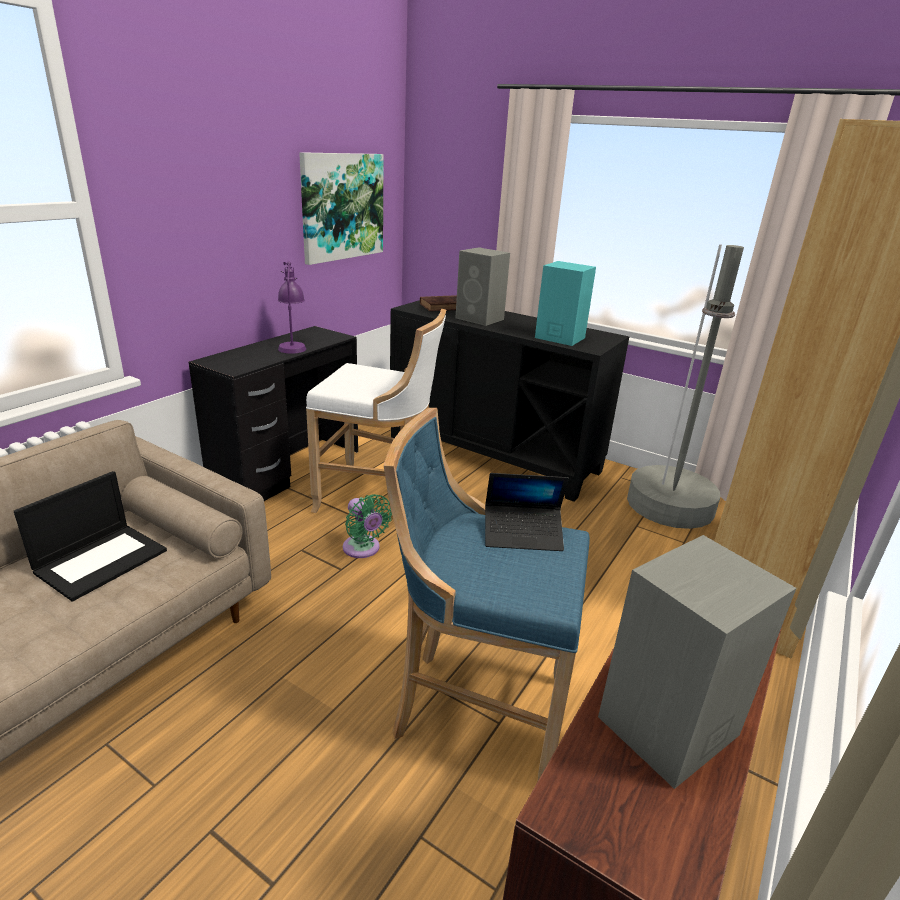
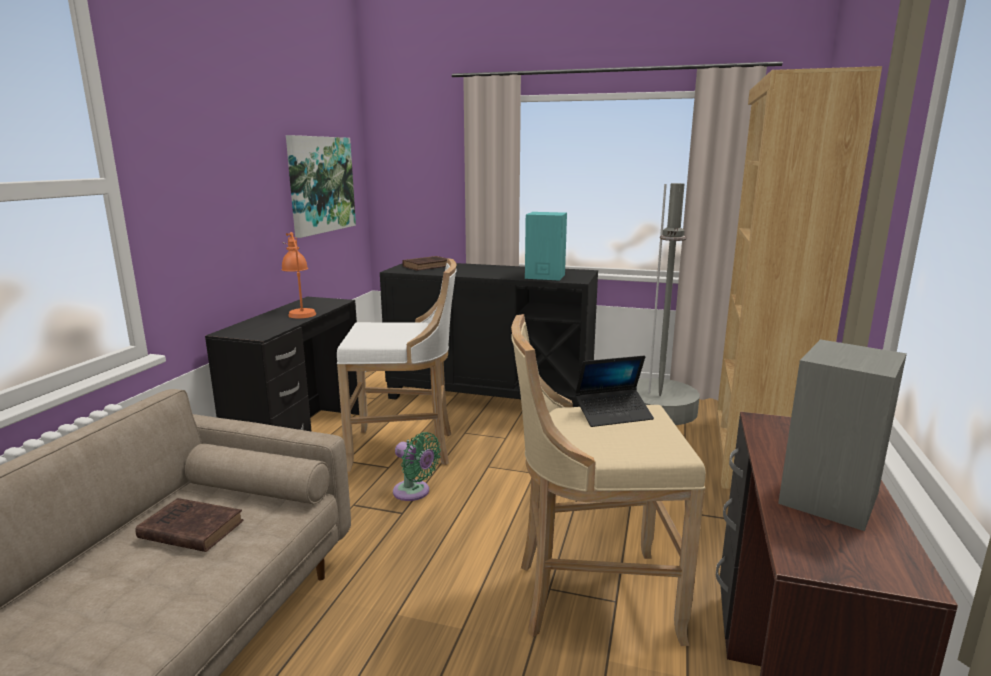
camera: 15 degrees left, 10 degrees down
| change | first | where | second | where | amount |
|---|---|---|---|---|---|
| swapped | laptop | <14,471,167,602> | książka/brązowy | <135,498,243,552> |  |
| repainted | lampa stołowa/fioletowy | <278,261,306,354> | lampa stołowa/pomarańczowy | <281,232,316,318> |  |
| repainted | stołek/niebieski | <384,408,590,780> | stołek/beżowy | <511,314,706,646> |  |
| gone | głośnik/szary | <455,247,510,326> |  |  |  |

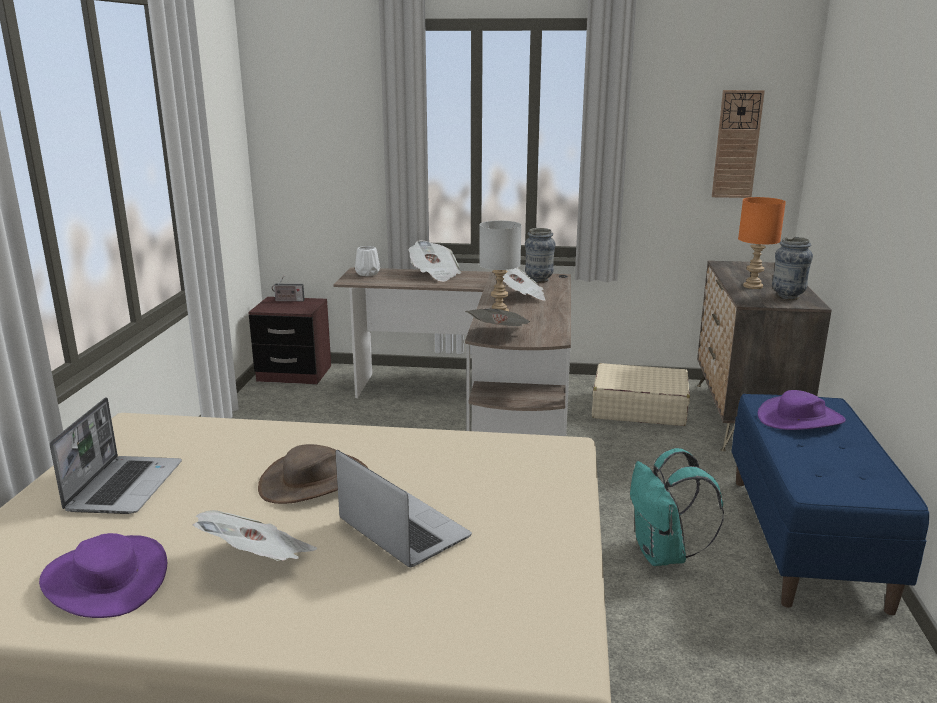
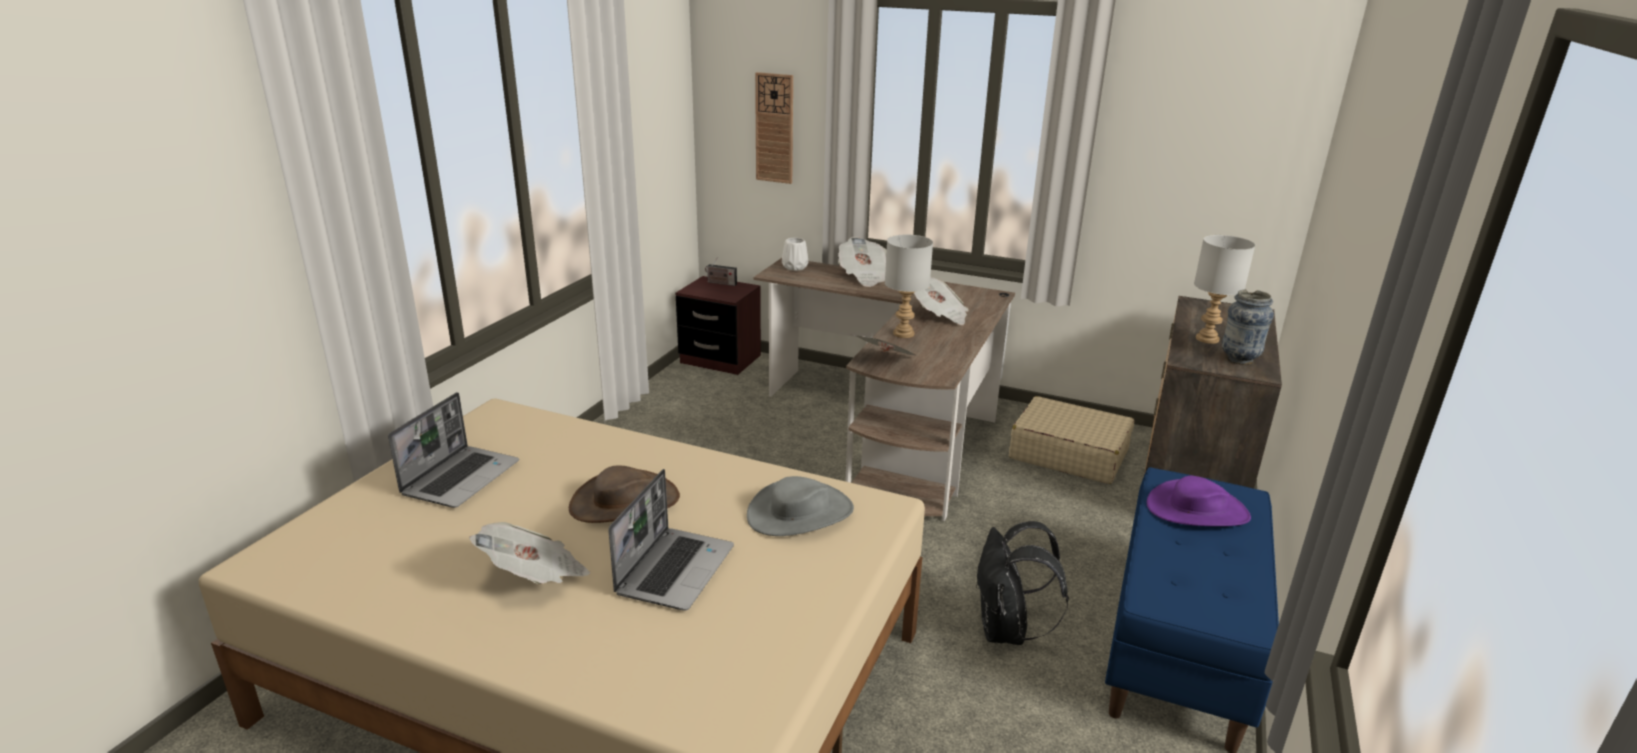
camera: 15 degrees right, 5 degrees up
| change | first | where | second | where | amount |
|---|---|---|---|---|---|
| gone | kapelusz/fioletowy | <39,533,167,618> |  |  |  |
| rotated | laptop | <336,450,472,567> |  | <608,469,734,611> | 45 degrees clockwise |
| gone | wazon | <525,228,556,283> |  |  |  |
| repainted | plecak/turkusowy | <630,448,724,566> | plecak/czarny | <976,521,1069,645> |  |
| shifted | zegar ścienny | <712,90,765,198> |  | <755,72,793,184> |  |
| repainted | lampa stołowa/pomarańczowy | <738,197,786,289> | lampa stołowa/szary | <1194,235,1255,344> |  |
| new |  |  | kapelusz/szary | <747,476,854,536> |  |

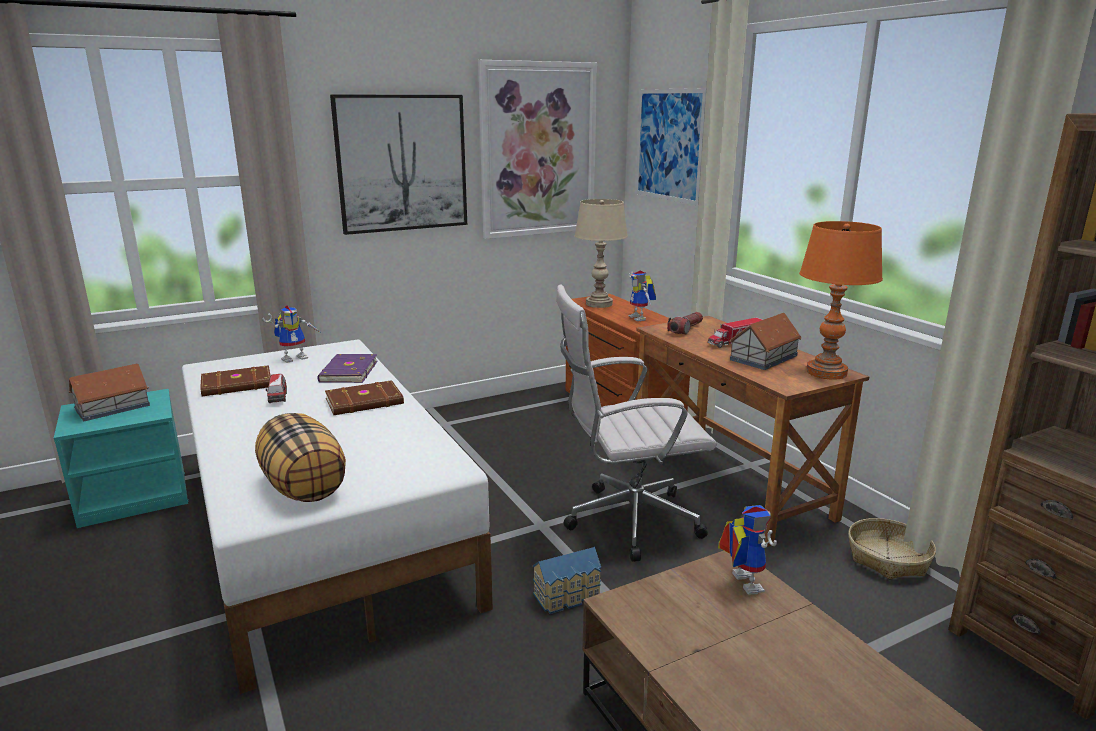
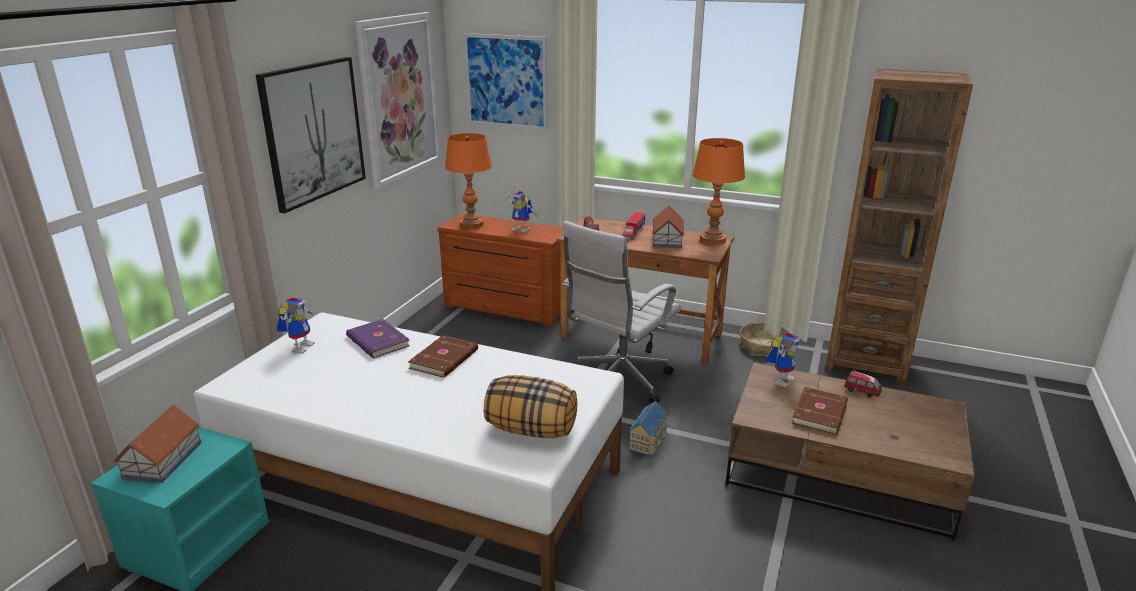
camera: 40 degrees left, 5 degrees up
| change | first | where | second | where | amount |
|---|---|---|---|---|---|
| shifted | książka/brązowy | <200,365,271,396> |  | <792,387,848,435> |  |
| shifted | samochodzik | <266,374,287,403> |  | <844,371,882,398> |  |
| repainted | lampa stołowa/beżowy | <575,199,628,308> | lampa stołowa/pomarańczowy | <445,133,492,229> |  |
| rotated | robot zabawkowy | <718,505,777,595> |  | <766,333,800,388> | 90 degrees clockwise |

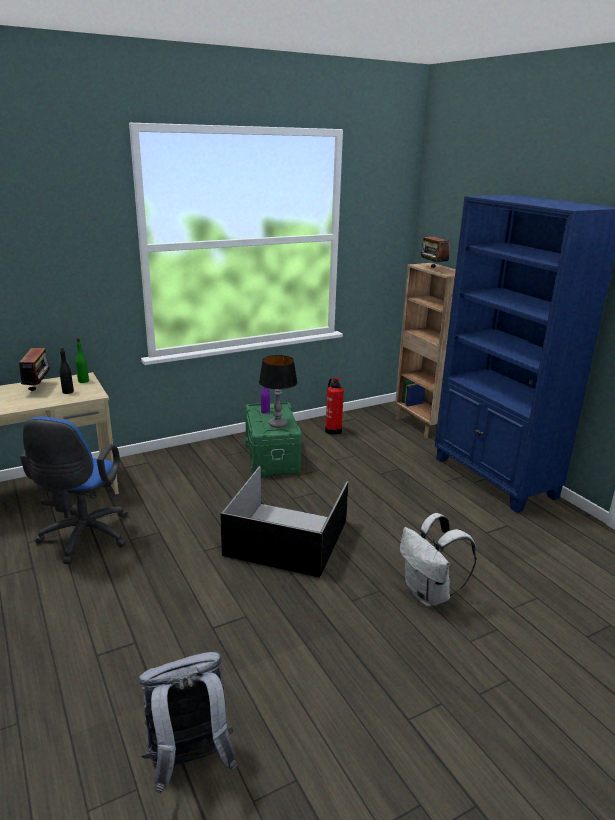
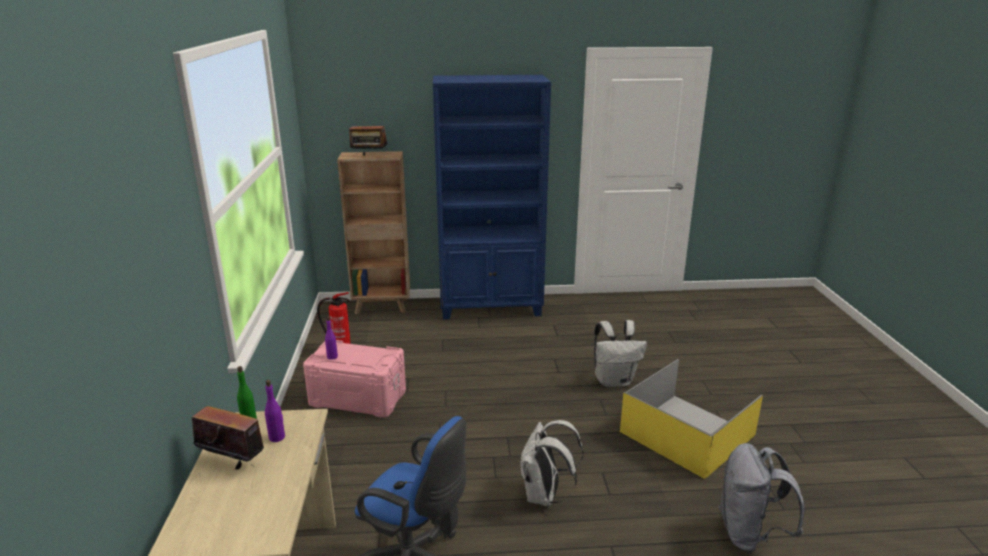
camera: 65 degrees left, 0 degrees up
| change | first | where | second | where | amount |
|---|---|---|---|---|---|
| repainted | butelka/czarny | <60,347,74,394> | butelka/fioletowy | <265,380,285,442> |  |
| gone | pojemnik do przechowywania/czarny | <220,466,348,578> |  |  |  |
| repainted | pojemnik do przechowywania/zielony | <245,402,302,477> | pojemnik do przechowywania/różowy | <303,340,406,418> |  |
| gone | lampa stołowa | <259,355,297,428> |  |  |  |
| new |  |  | plecak/biały | <521,420,583,506> |  |
| new |  |  | pojemnik do przechowywania/żółty | <620,359,763,479> |  |

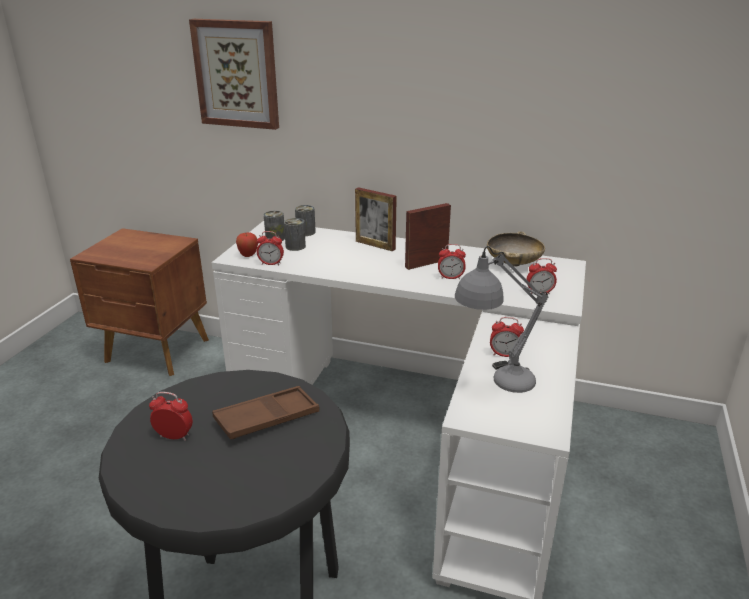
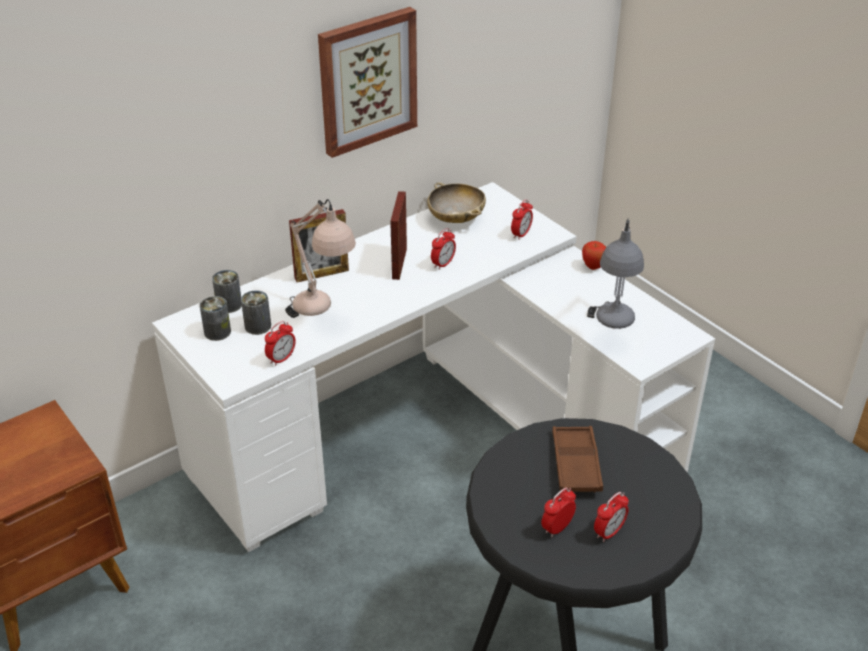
camera: 55 degrees left, 10 degrees up
| change | first | where | second | where | amount |
|---|---|---|---|---|---|
| shifted | obraz | <189,19,279,130> |  | <318,7,417,158> |  |
| shifted | jabłko | <236,232,258,257> |  | <582,241,606,270> |  |
| shifted | budzik | <490,317,524,357> |  | <594,492,629,542> |  |
| new |  |  | lampa stołowa/beżowy | <285,199,356,318> |  |

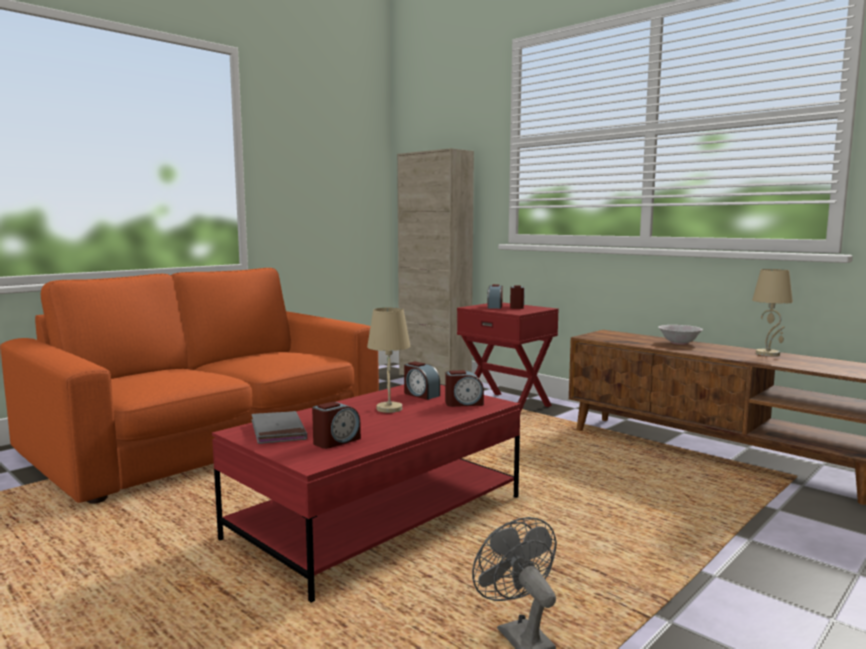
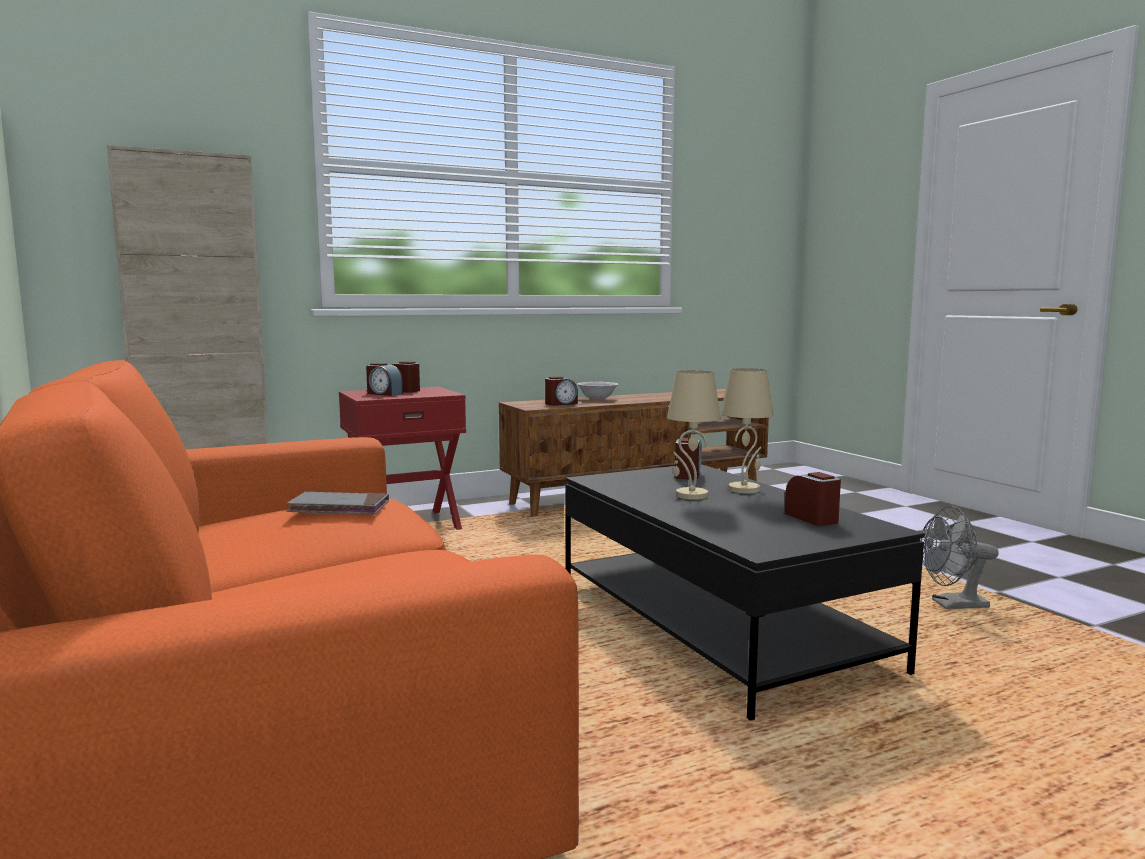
camera: 70 degrees left, 0 degrees up
| change | first | where | second | where | amount |
|---|---|---|---|---|---|
| repainted | ława/czerwony | <212,385,521,602> | ława/czarny | <565,464,925,721> |  |
| shifted | książka/szary | <251,411,307,444> |  | <286,492,389,514> |  |
| shifted | budzik | <404,361,440,400> |  | <545,376,578,406> |  |
| shifted | lampa stołowa/beżowy | <752,269,793,356> |  | <721,368,774,493> |  |

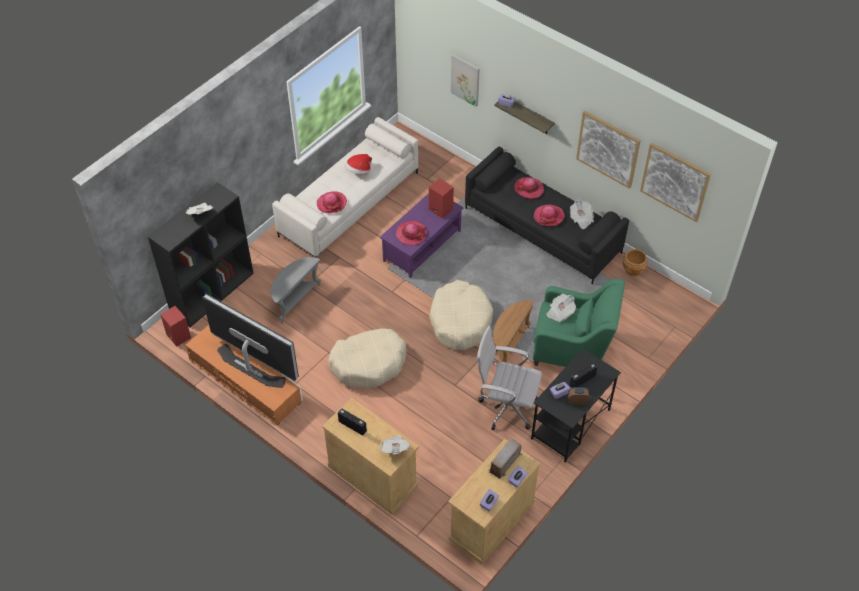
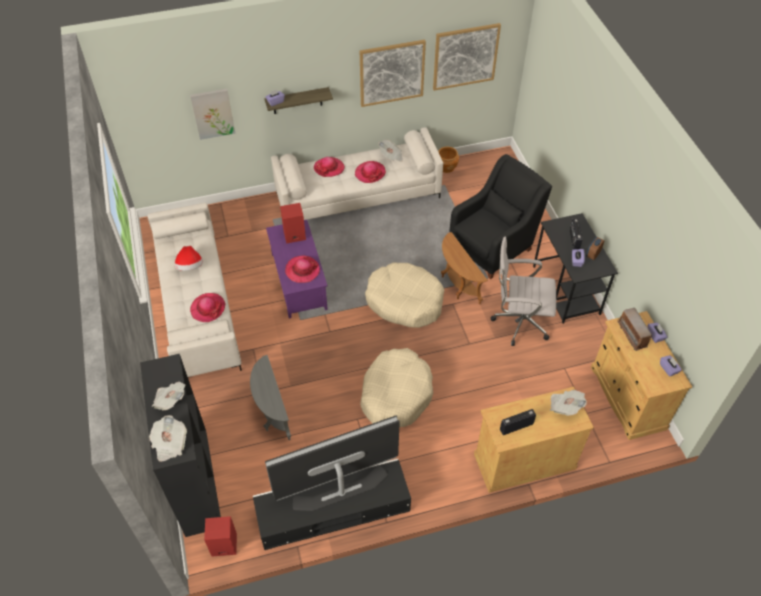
camera: 55 degrees left, 0 degrees up
| change | first | where | second | where | amount |
|---|---|---|---|---|---|
| repainted | szafka pod telewizor/pomarańczowy | <185,325,303,425> | szafka pod telewizor/czarny | <253,459,411,550> |  |
| repainted | kanapa/czarny | <465,147,629,285> | kanapa/biały | <271,127,443,220> |  |
| rotated | krzesło biurowe/biały | <476,326,542,430> |  | <491,237,556,346> | 45 degrees clockwise |
| repainted | fotel/zielony | <533,279,625,367> | fotel/czarny | <449,154,552,279> |  |
| shifted | gazeta | <546,294,576,323> |  | <149,415,187,462> |  |

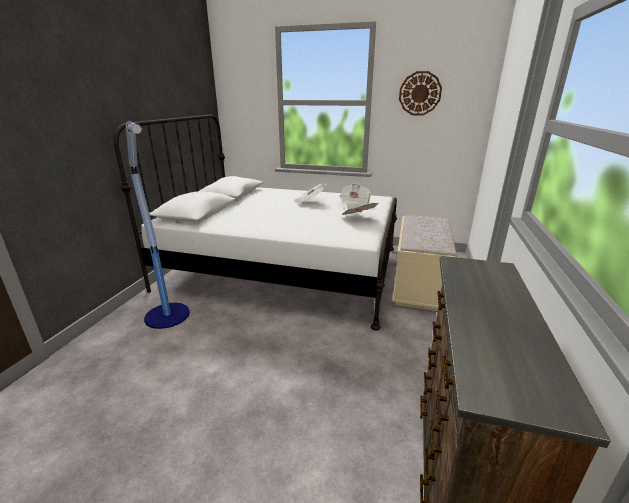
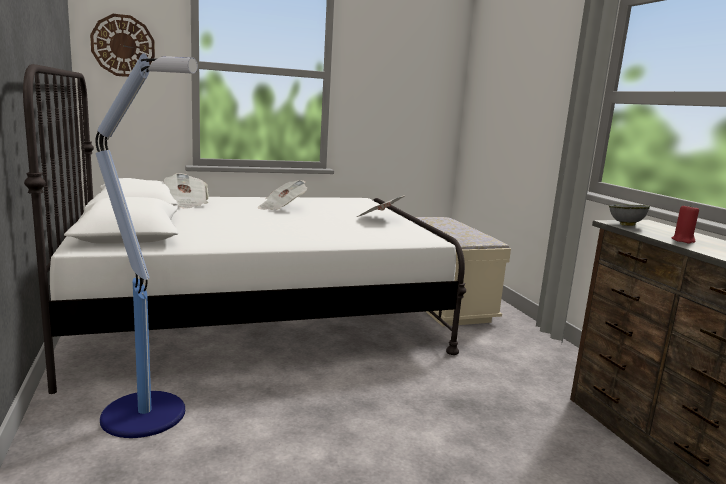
camera: 35 degrees left, 10 degrees down
| change | first | where | second | where | amount |
|---|---|---|---|---|---|
| shifted | gazeta | <340,183,371,210> |  | <163,173,209,209> |  |
| shifted | zegar ścienny | <399,71,442,115> |  | <90,14,155,77> |  |
| new |  |  | miska/szary | <609,204,650,226> |  |
| new |  |  | świeca/czerwony | <671,205,699,243> |  |

